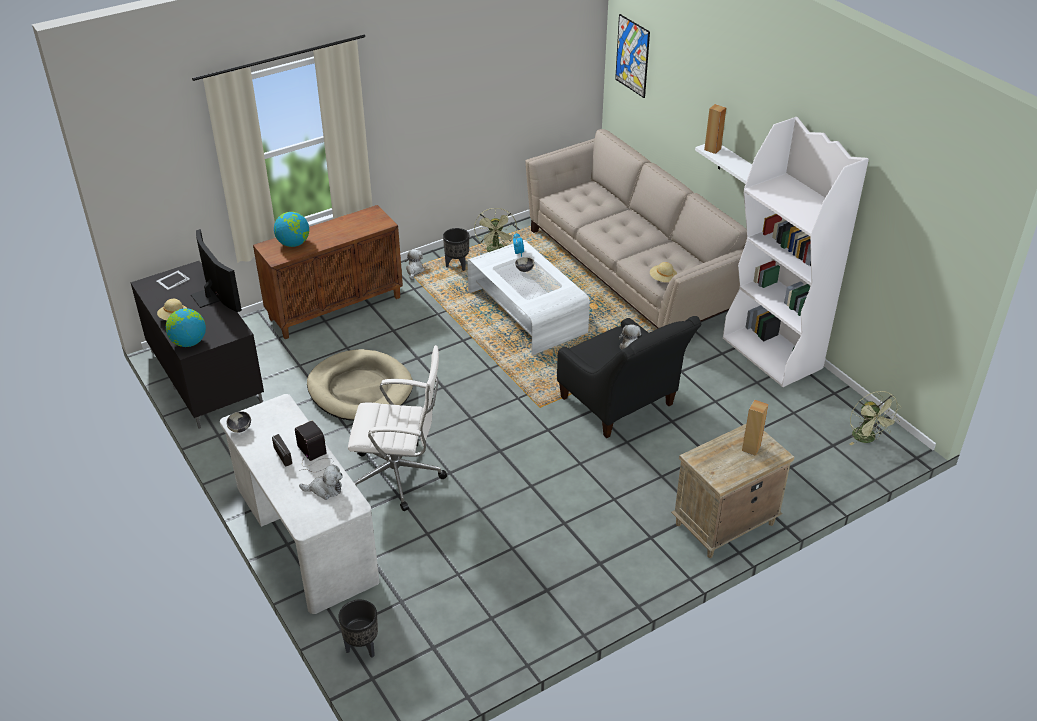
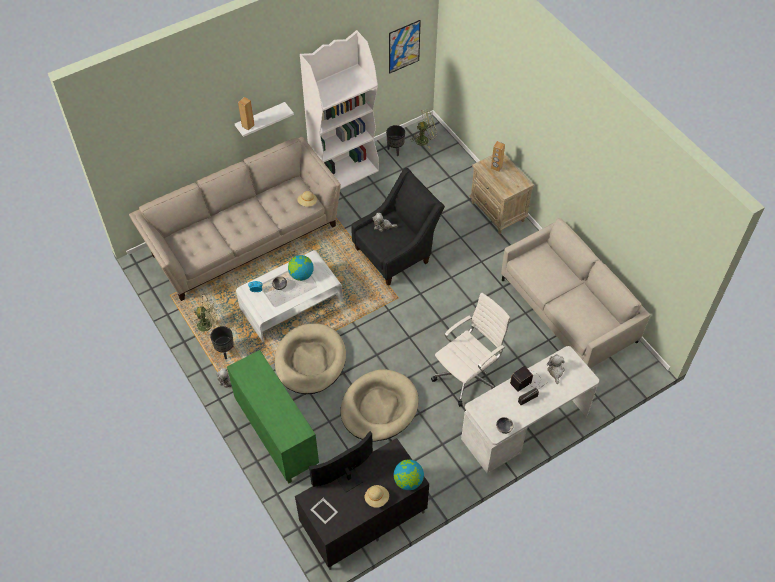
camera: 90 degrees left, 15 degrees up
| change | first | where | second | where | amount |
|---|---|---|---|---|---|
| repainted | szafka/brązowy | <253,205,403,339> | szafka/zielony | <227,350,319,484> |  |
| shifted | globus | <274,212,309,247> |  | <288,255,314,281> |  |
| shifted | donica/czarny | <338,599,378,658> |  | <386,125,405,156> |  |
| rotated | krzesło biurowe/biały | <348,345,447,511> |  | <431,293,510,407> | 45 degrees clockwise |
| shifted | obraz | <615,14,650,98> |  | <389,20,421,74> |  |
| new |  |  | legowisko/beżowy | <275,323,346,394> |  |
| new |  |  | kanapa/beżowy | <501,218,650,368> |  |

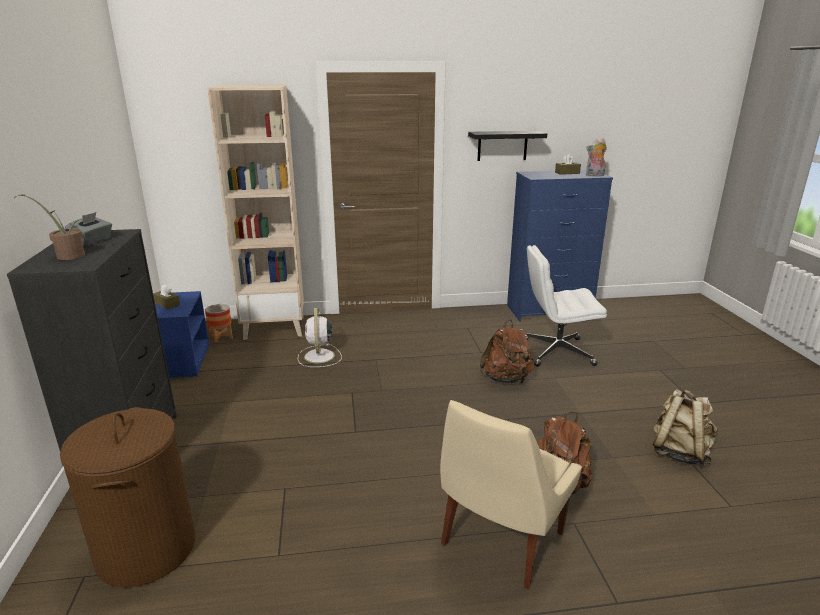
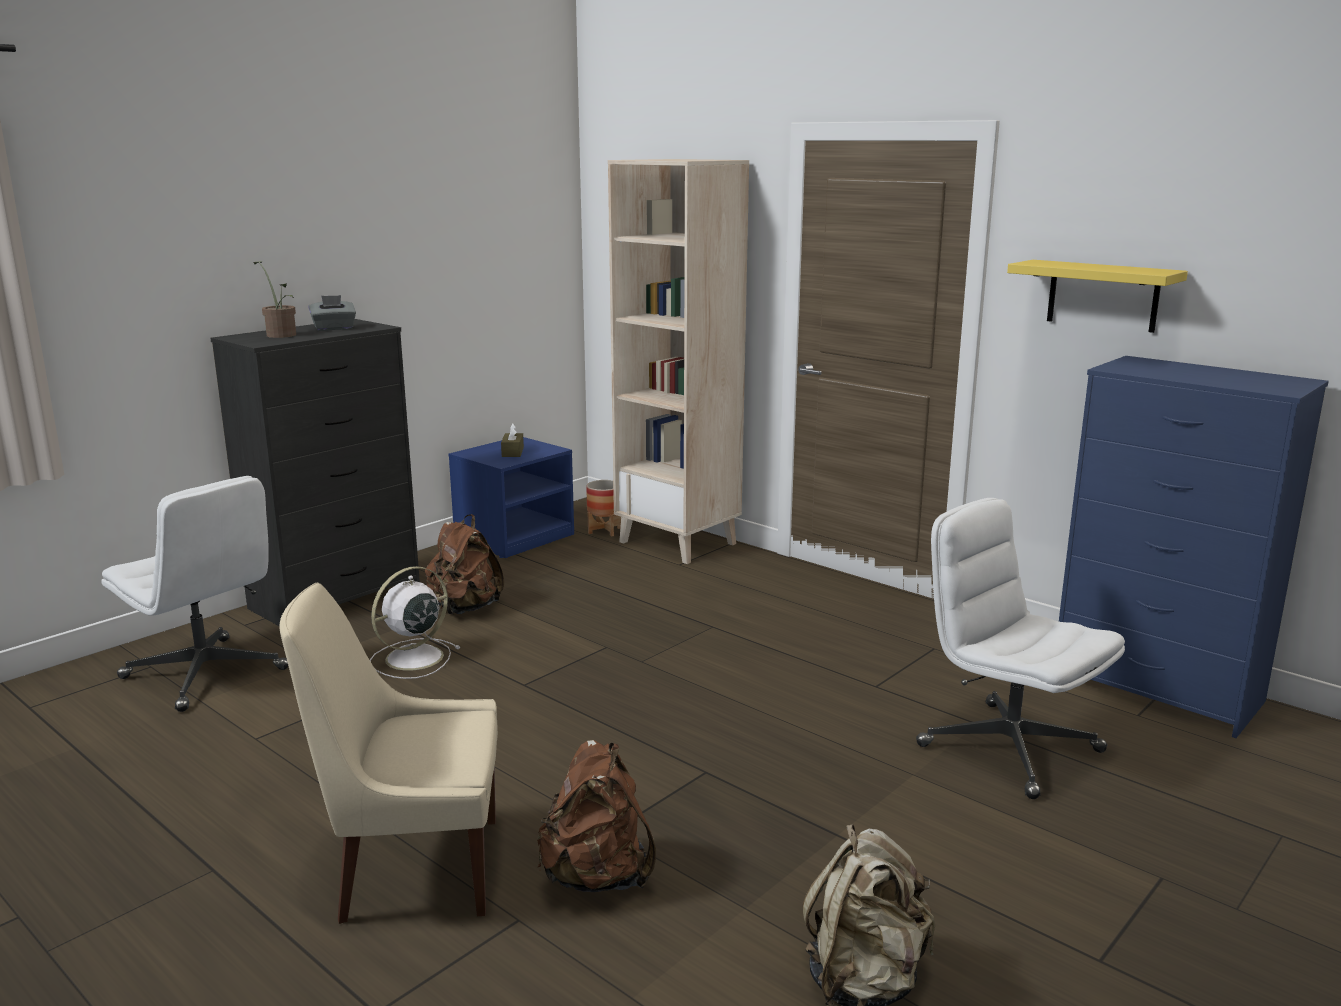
camera: 50 degrees right, 5 degrees down
| change | first | where | second | where | amount |
|---|---|---|---|---|---|
| swapped | kosz na pranie/brązowy | <60,407,195,588> | krzesło biurowe/biały | <101,476,288,712> |  |
| shifted | wentylator/biały | <298,308,342,367> |  | <370,566,461,679> |  |
| repainted | półka/czarny | <468,131,547,161> | półka/żółty | <1007,260,1188,333> |  |
| shifted | plecak/brązowy | <480,320,534,384> |  | <425,514,504,614> |  |
| gone | pudełko chusteczek/brązowy | <555,154,581,175> |  |  |  |
| gone | pluszak | <586,138,607,176> |  |  |  |

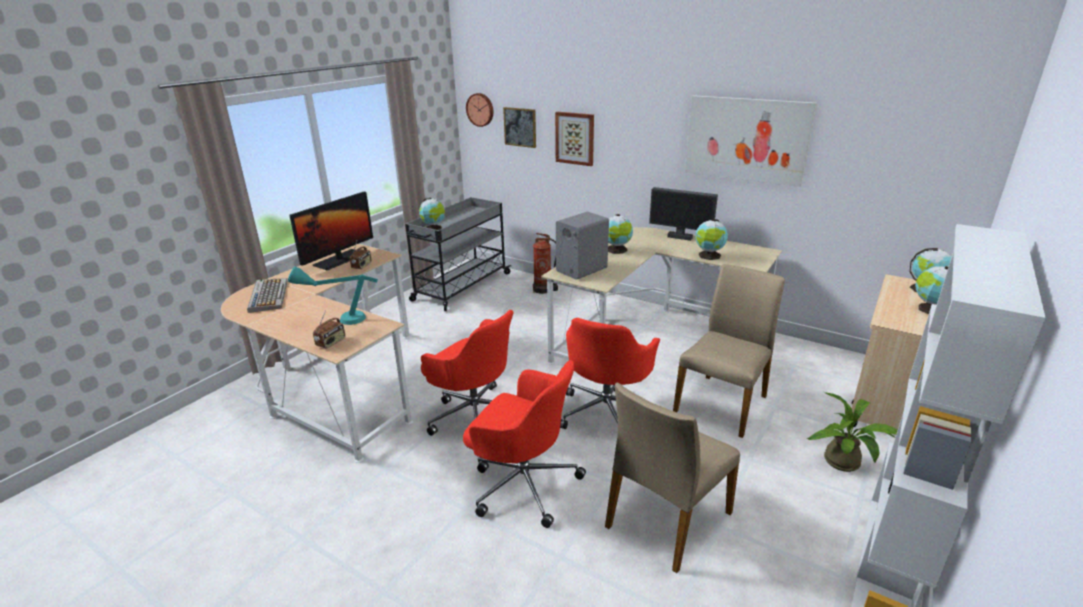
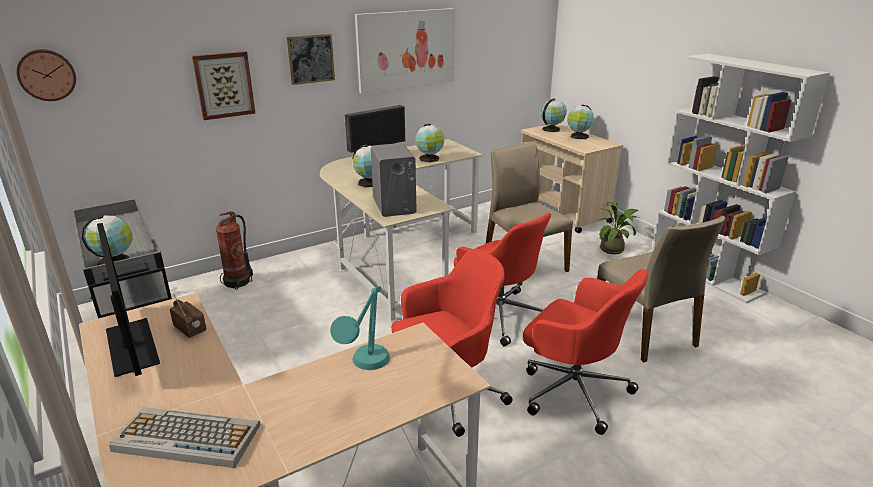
camera: 65 degrees left, 0 degrees up
| change | first | where | second | where | amount |
|---|---|---|---|---|---|
| gone | radio | <313,310,345,349> |  |  |  |
| rotated | krzesło biurowe/czerwony | <463,360,586,528> |  | <523,269,647,435> | 75 degrees clockwise |
| shifted | obraz | <503,107,536,148> |  | <287,34,335,85> |  |

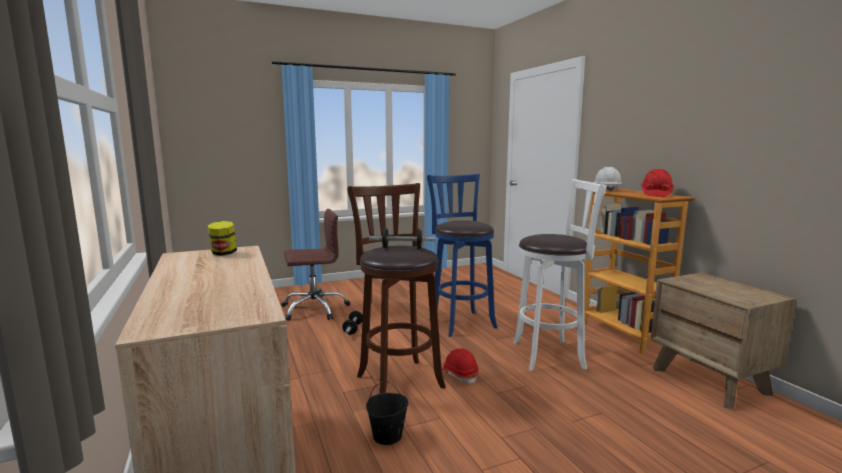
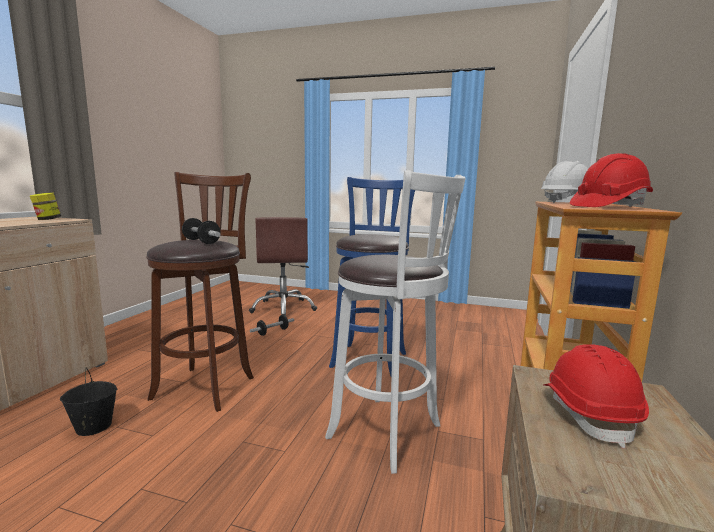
camera: 40 degrees right, 0 degrees up
| change | first | where | second | where | amount |
|---|---|---|---|---|---|
| rotated | krzesło biurowe/brązowy | <281,209,350,321> |  | <249,217,317,316> | 60 degrees clockwise |
| shifted | kask/czerwony | <442,348,479,384> |  | <543,344,649,448> |  |

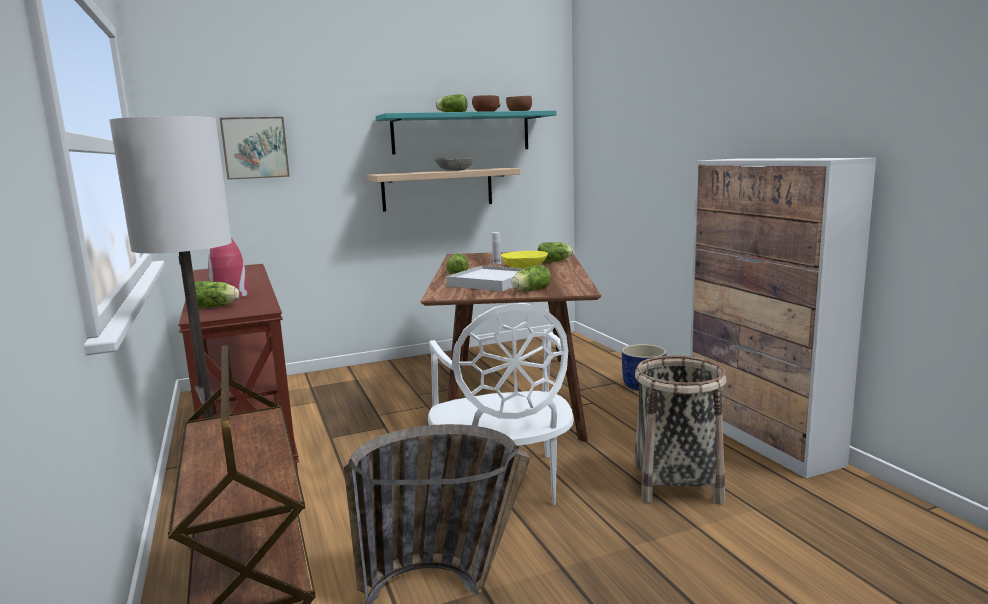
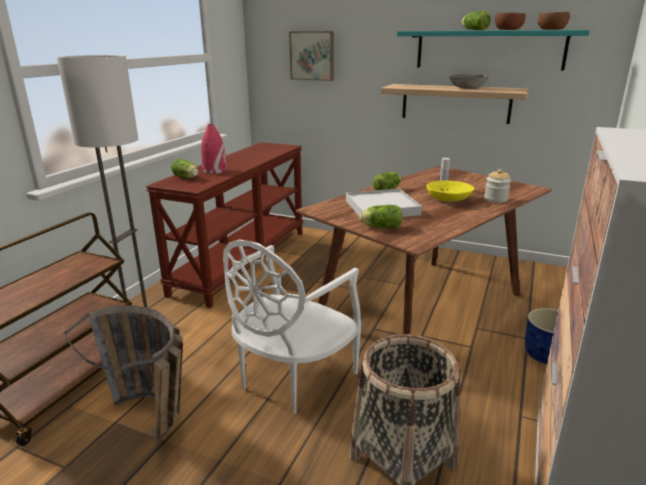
camera: 45 degrees right, 10 degrees up
| change | first | where | second | where | amount |
|---|---|---|---|---|---|
| swapped | sałata | <538,242,573,262> | słoik | <484,169,511,203> |  |

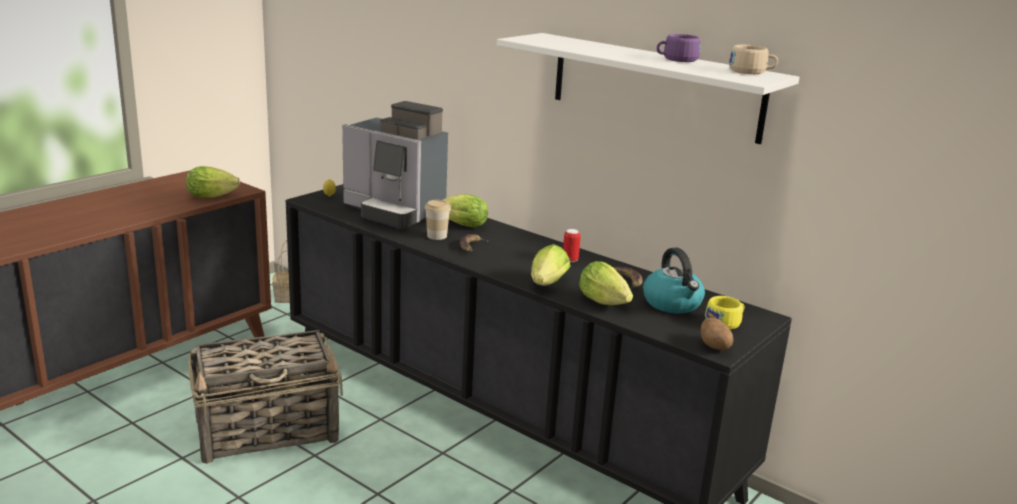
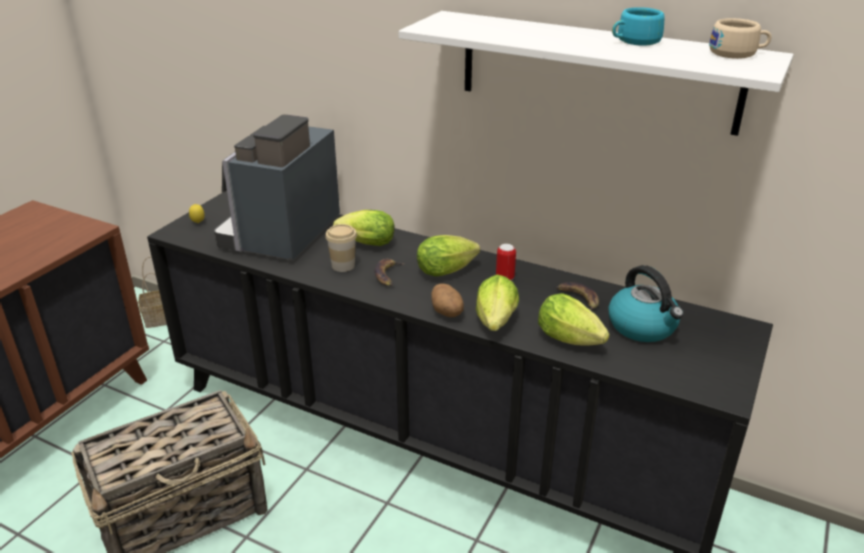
camera: 10 degrees left, 10 degrees up
| change | first | where | second | where | amount |
|---|---|---|---|---|---|
| shifted | sałata | <186,166,240,198> |  | <417,235,480,276> |  |
| rotated | ekspres do kawy | <342,101,448,229> |  | <214,114,340,261> | 90 degrees clockwise |
| repainted | filiżanka/fioletowy | <657,34,700,62> | filiżanka/turkusowy | <612,7,665,46> |  |
| shifted | ziemniak | <701,318,733,350> |  | <431,283,464,317> |  |
| gone | filiżanka/żółty | <705,296,745,329> |  |  |  |

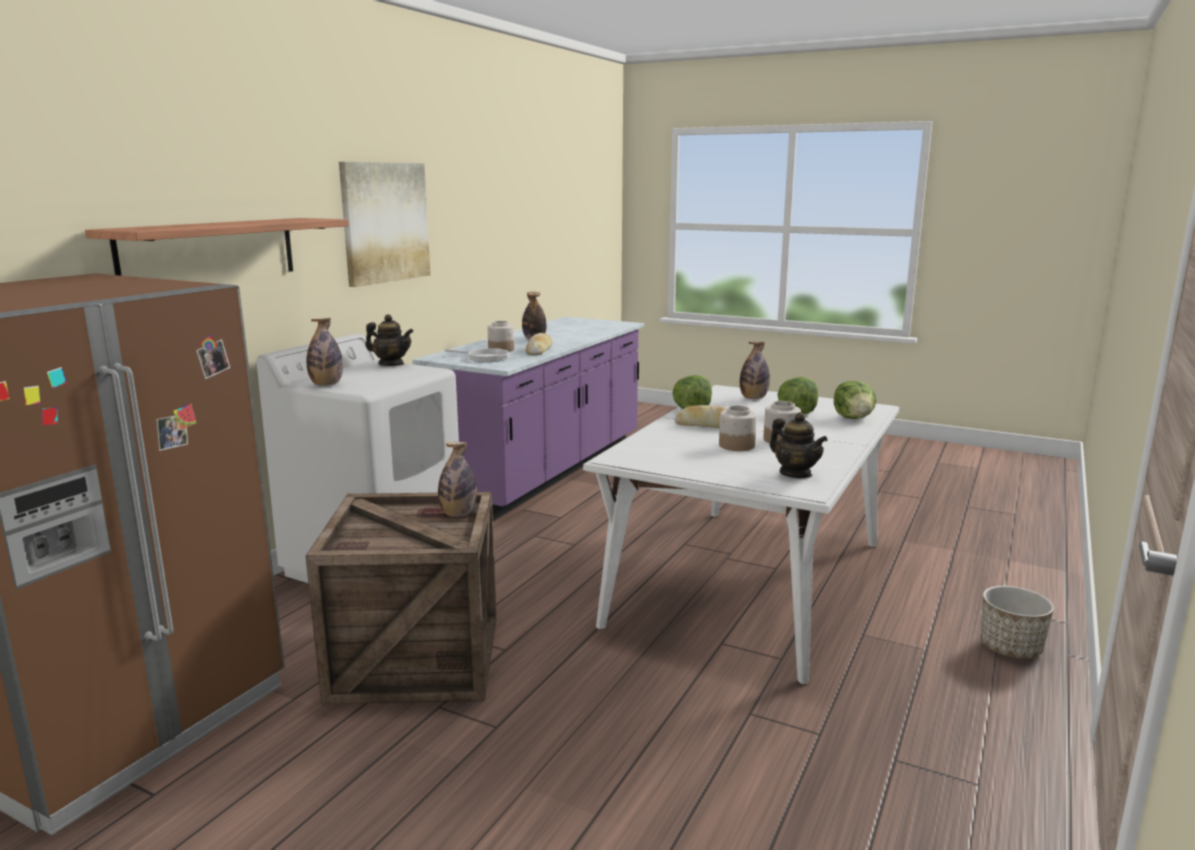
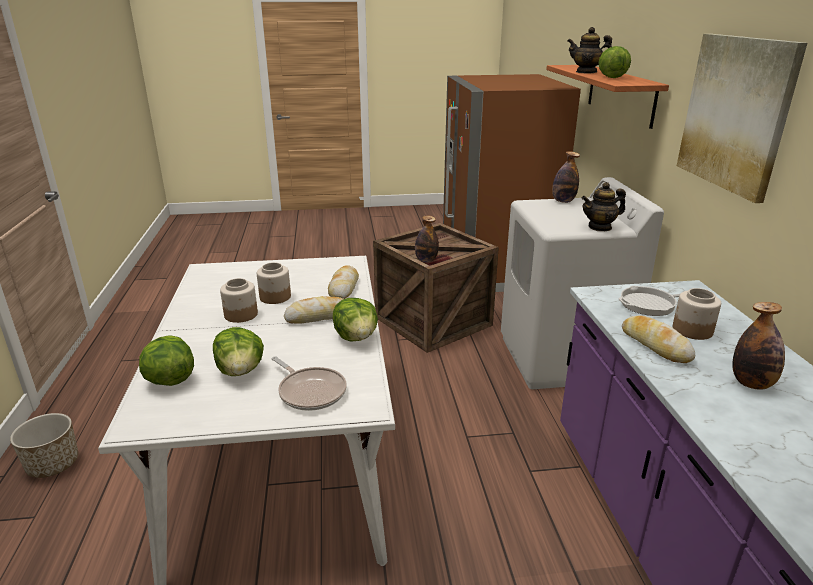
camera: 145 degrees right, 10 degrees up
| change | first | where | second | where | amount |
|---|---|---|---|---|---|
| swapped | butelka | <740,342,770,399> | patelnia | <271,356,347,411> |  |
| shifted | imbryk | <770,412,827,478> |  | <568,27,612,73> |  |
| new |  |  | chleb | <328,265,359,299> |  |
| new |  |  | sałata | <598,46,631,78> |  |

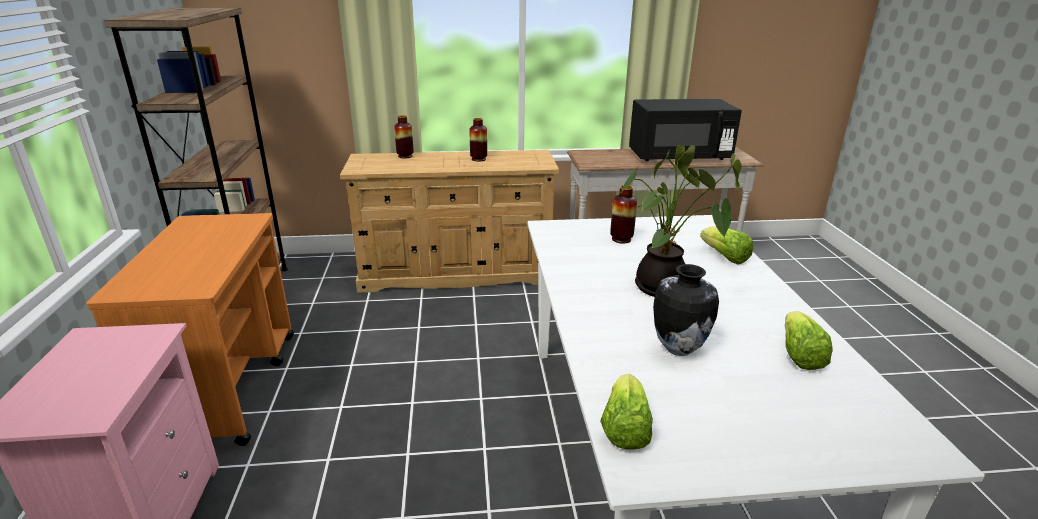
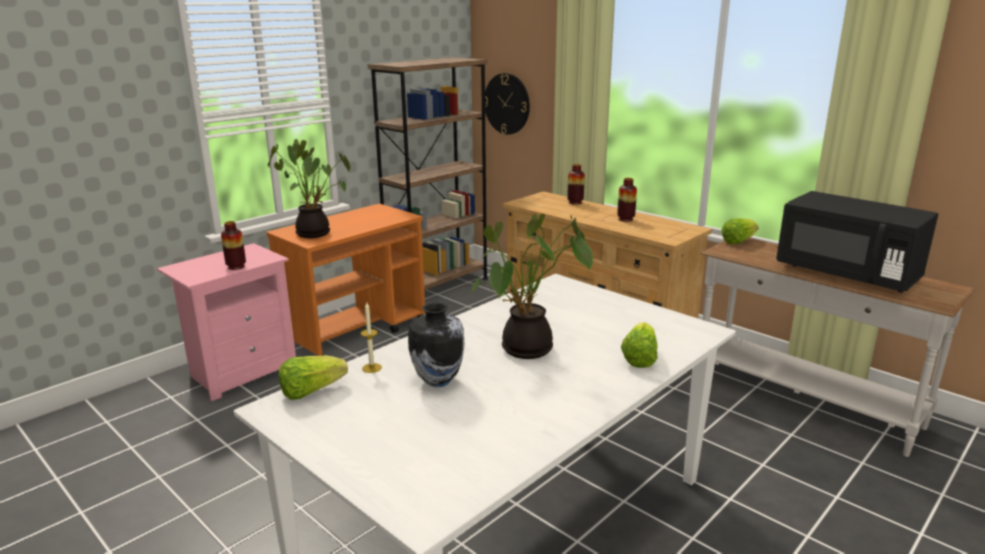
camera: 50 degrees right, 5 degrees down
| change | first | where | second | where | amount |
|---|---|---|---|---|---|
| shifted | wazon | <610,185,637,243> |  | <221,221,246,270> |  |
| shifted | sałata | <785,311,833,370> |  | <721,218,759,244> |  |
| new |  |  | roślina doniczkowa | <268,139,351,238> |  |
| new |  |  | świeca | <361,301,382,373> |  |
| new |  |  | zegar ścienny | <485,73,530,135> |  |

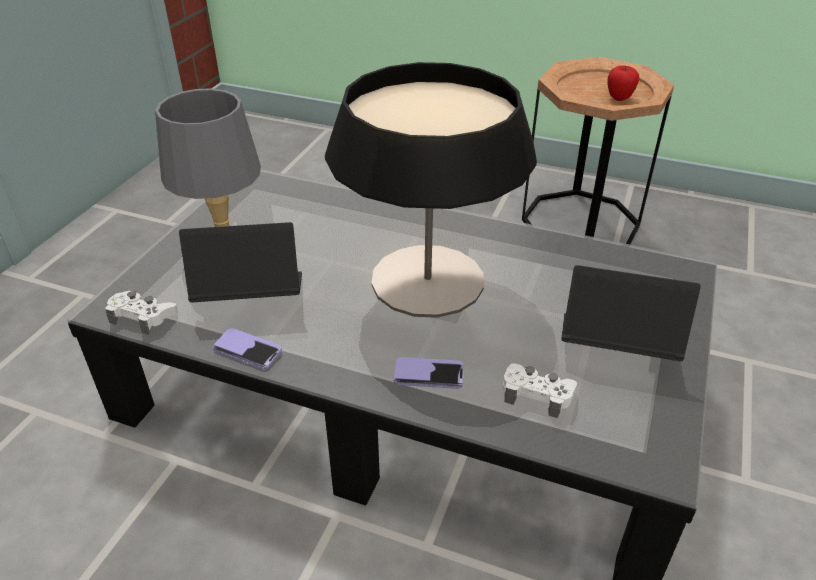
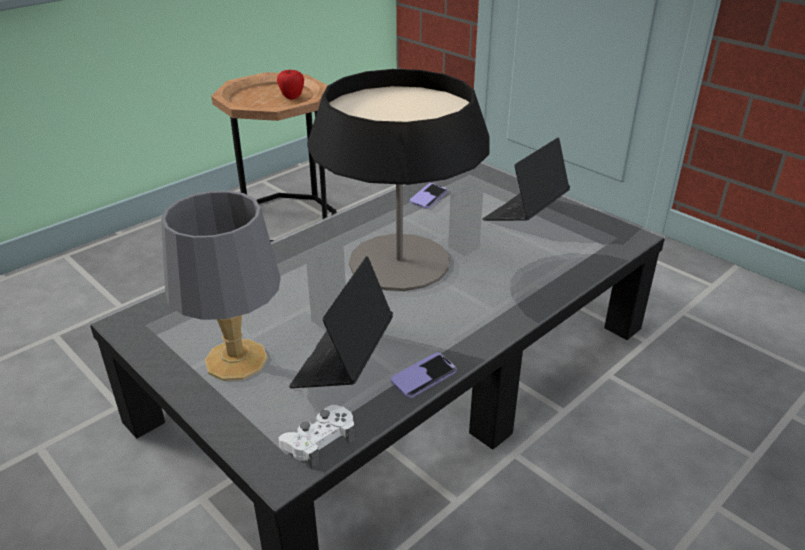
camera: 65 degrees left, 5 degrees down
| change | first | where | second | where | amount |
|---|---|---|---|---|---|
| shifted | telefon | <394,357,464,389> |  | <410,183,448,209> |  |
| gone | pad do gier/biały | <503,363,577,418> |  |  |  |

